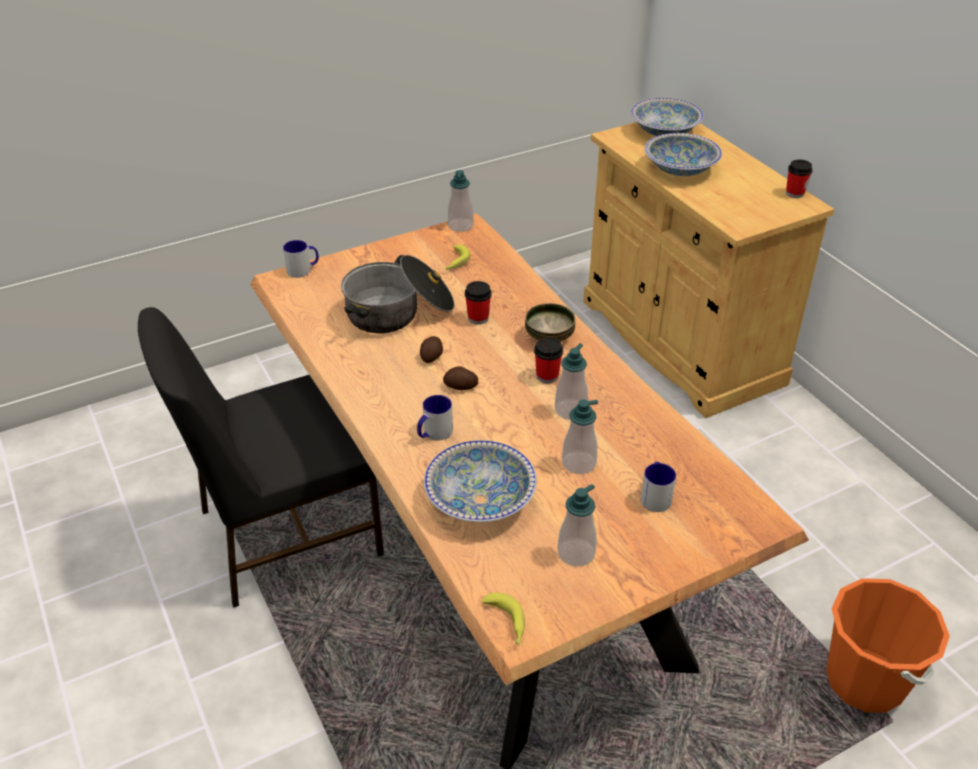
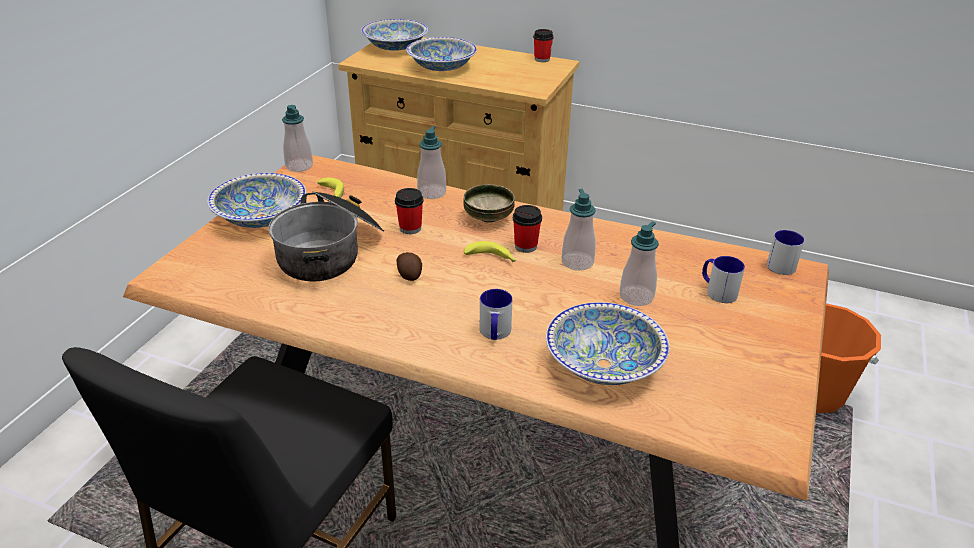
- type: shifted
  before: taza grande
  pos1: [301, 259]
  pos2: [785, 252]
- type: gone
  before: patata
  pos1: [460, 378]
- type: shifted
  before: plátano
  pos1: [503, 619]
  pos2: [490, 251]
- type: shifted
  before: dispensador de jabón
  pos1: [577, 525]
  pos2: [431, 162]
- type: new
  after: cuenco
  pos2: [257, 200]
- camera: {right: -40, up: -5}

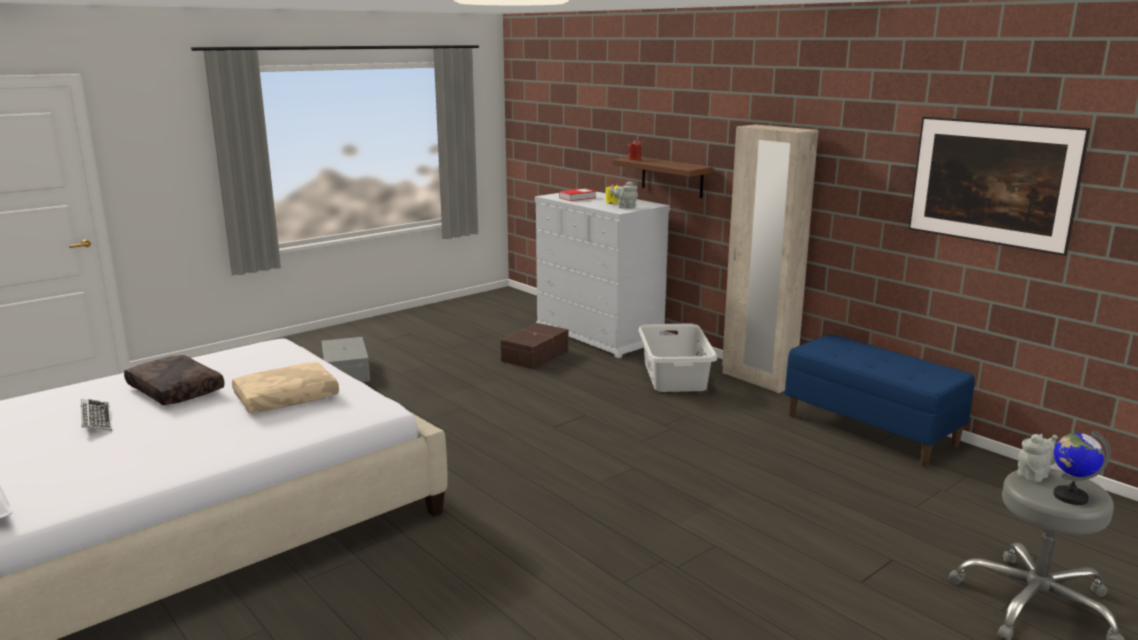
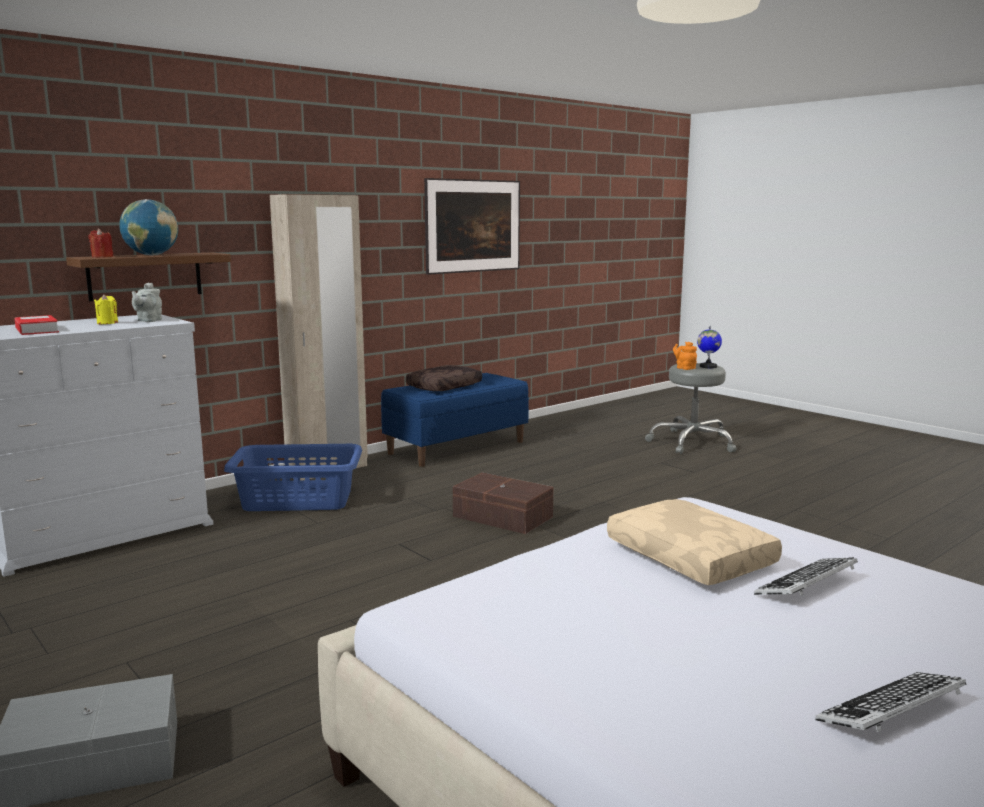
- type: shifted
  before: cojín (marrón)
  pos1: [174, 380]
  pos2: [444, 378]
- type: shifted
  before: caja de almacenaje (marrón)
  pos1: [534, 346]
  pos2: [503, 503]
- type: repainted
  before: cesto de la ropa (gris)
  after: cesto de la ropa (azul)
  pos1: [677, 358]
  pos2: [293, 477]
- type: repainted
  before: tetera (gris)
  after: tetera (naranja)
  pos1: [1037, 458]
  pos2: [685, 356]
- type: new
  after: globo terráqueo
  pos2: [148, 227]
- type: new
  after: teclado
  pos2: [806, 576]
- camera: {right: -90, up: -5}

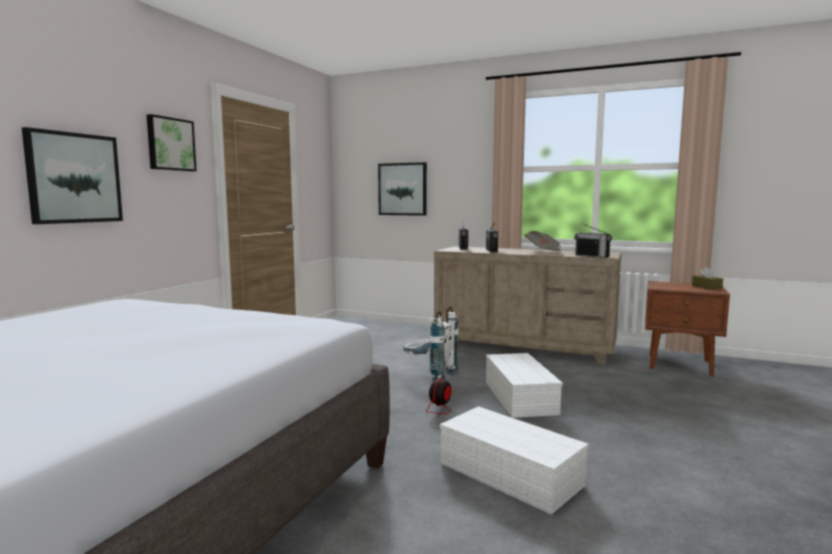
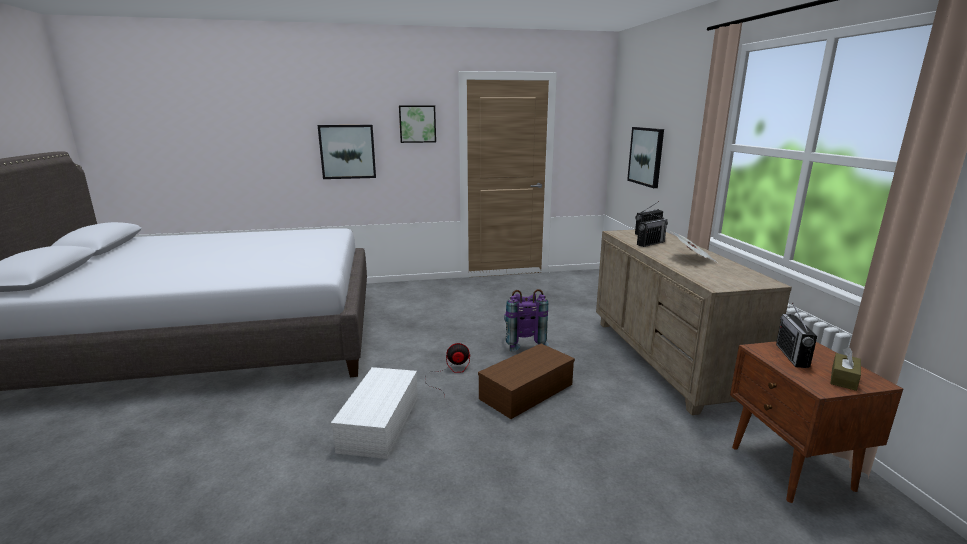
- type: repainted
  before: mochila (blanco)
  after: mochila (morado)
  pos1: [431, 344]
  pos2: [526, 320]
- type: repainted
  before: caja de almacenaje (blanco)
  after: caja de almacenaje (marrón)
  pos1: [524, 385]
  pos2: [526, 381]
- type: shifted
  before: radio
  pos1: [593, 240]
  pos2: [796, 335]
- camera: {right: 55, up: 10}

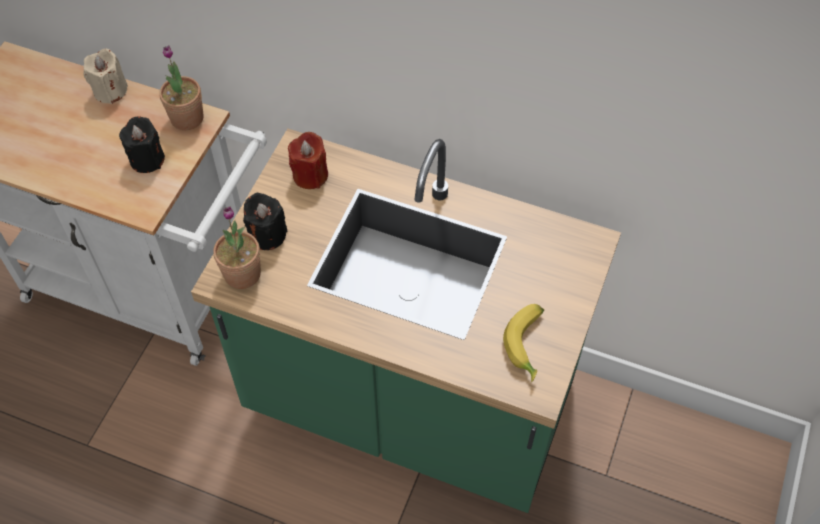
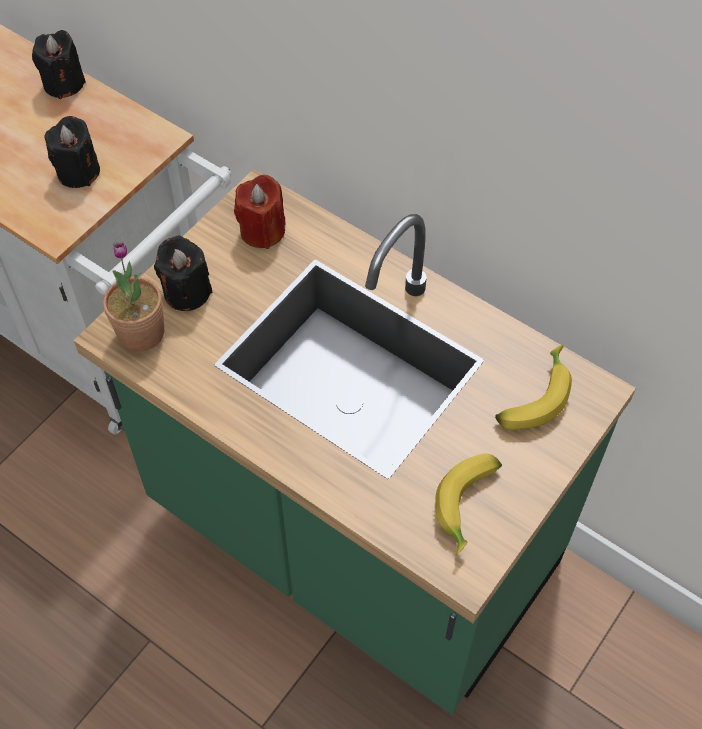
- type: repainted
  before: vela (beis)
  after: vela (negro)
  pos1: [105, 76]
  pos2: [59, 64]
- type: gone
  before: planta en maceta
  pos1: [181, 87]
- type: new
  after: plátano
  pos2: [533, 387]
- camera: {right: 15, up: 0}

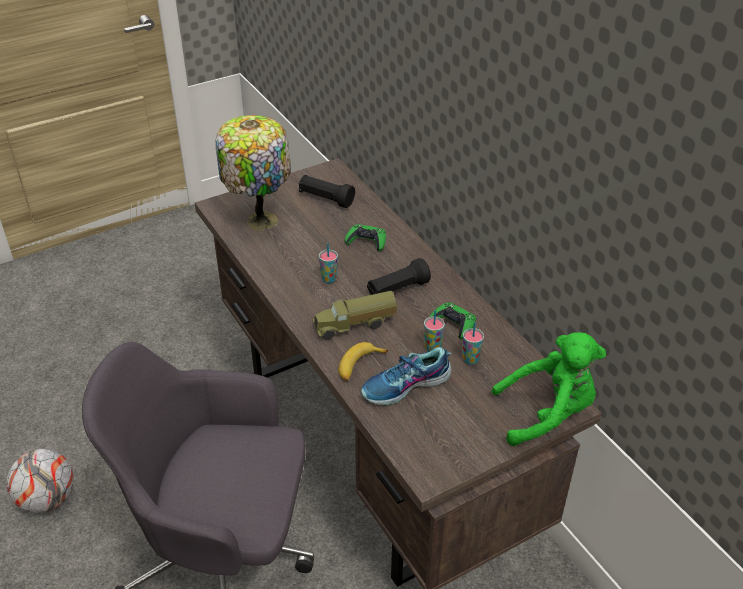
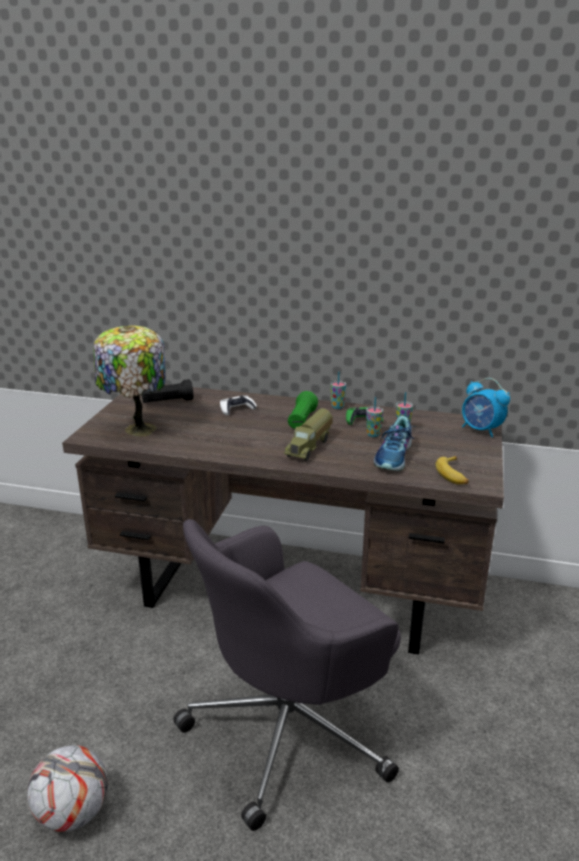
- type: shifted
  before: taza
  pos1: [328, 263]
  pos2: [338, 390]
- type: shifted
  before: plátano
  pos1: [363, 361]
  pos2: [452, 470]
- type: repainted
  before: mando de consola (verde)
  after: mando de consola (blanco)
  pos1: [365, 237]
  pos2: [238, 405]
- type: repainted
  before: linterna (negro)
  after: linterna (verde)
  pos1: [399, 276]
  pos2: [303, 410]
- type: swapped
  before: peluche (verde)
  after: despertador
  pos1: [548, 389]
  pos2: [486, 407]
- camera: {right: -45, up: -15}

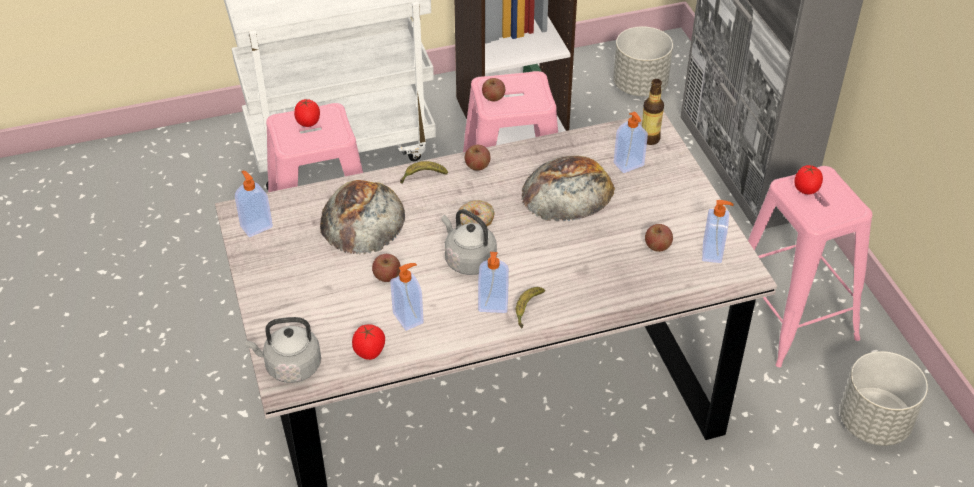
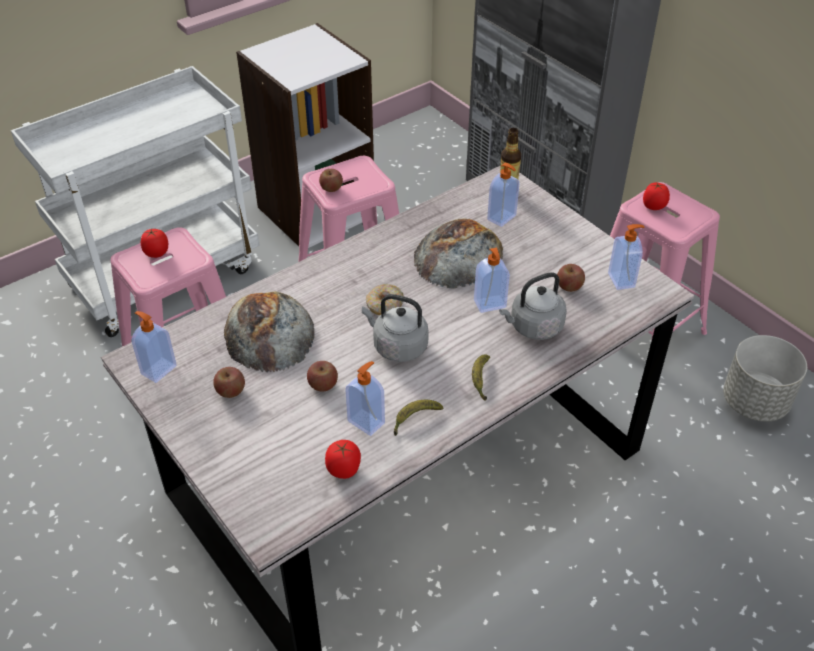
- type: shifted
  before: hervidor (gris)
  pos1: [283, 350]
  pos2: [533, 306]
- type: shifted
  before: plátano
  pos1: [424, 172]
  pos2: [418, 418]
- type: shifted
  before: manzana
  pos1: [478, 158]
  pos2: [229, 382]
- type: shifted
  before: dispensador de jabón
  pos1: [493, 282]
  pos2: [492, 280]
- type: gone
  before: maceta (gris)
  pos1: [643, 61]
- camera: {right: -20, up: 0}

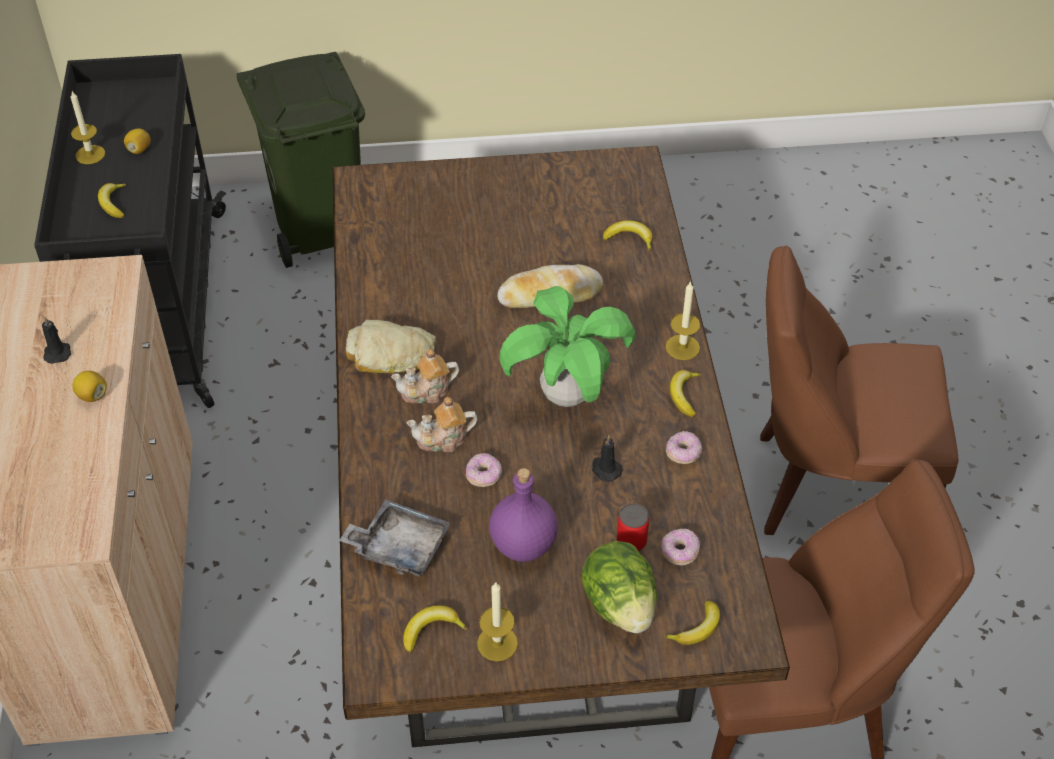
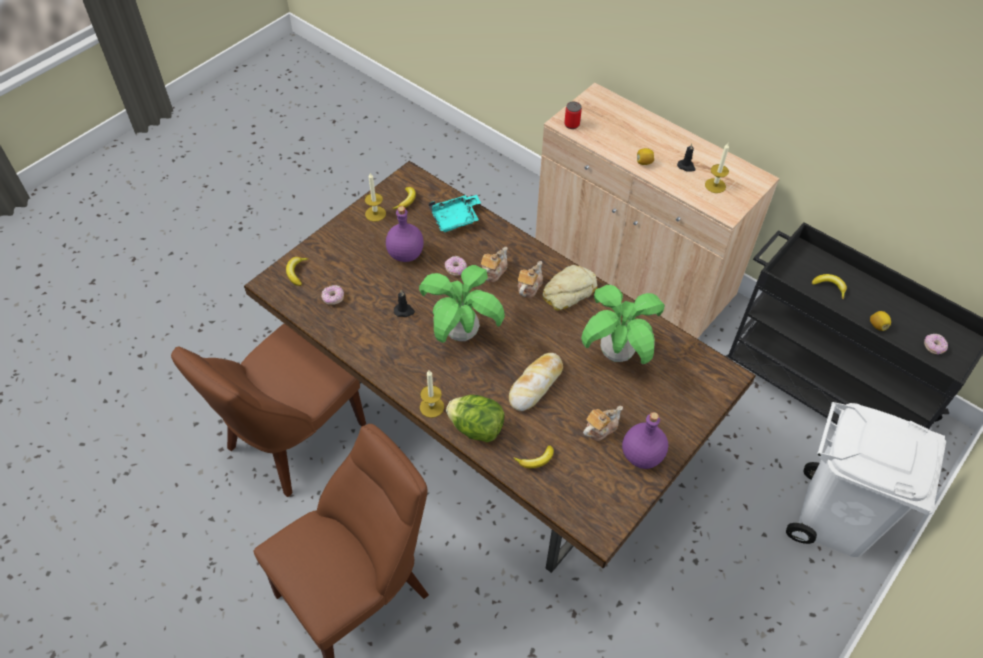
- type: shifted
  before: vela
  pos1: [88, 127]
  pos2: [717, 168]
- type: repainted
  before: papelera (verde)
  after: papelera (blanco)
  pos1: [300, 160]
  pos2: [866, 479]
- type: repainted
  before: bandeja (gris)
  after: bandeja (turquesa)
  pos1: [395, 538]
  pos2: [455, 213]
- type: shifted
  before: lechuga
  pos1: [619, 587]
  pos2: [475, 418]
- type: shifted
  before: lata
  pos1: [633, 527]
  pos2: [573, 115]
- type: shifted
  before: rosquilla
  pos1: [684, 447]
  pos2: [936, 344]
- type: gone
  before: plátano
  pos1: [685, 393]
- type: new
  after: planta en maceta
  pos2: [623, 324]
- type: new
  after: tetera
  pos2: [603, 423]
- type: new
  after: botella (morado)
  pos2: [645, 440]
- camera: {right: 135, up: 5}

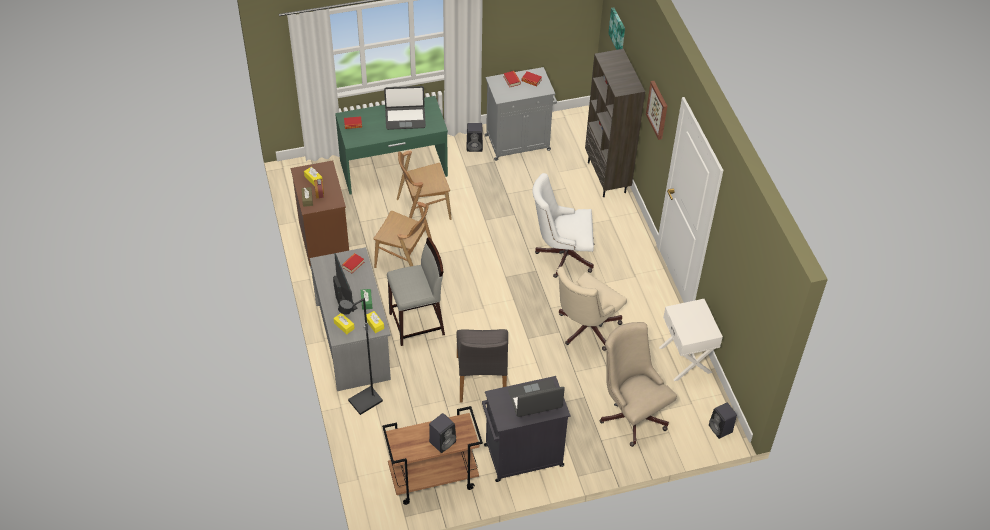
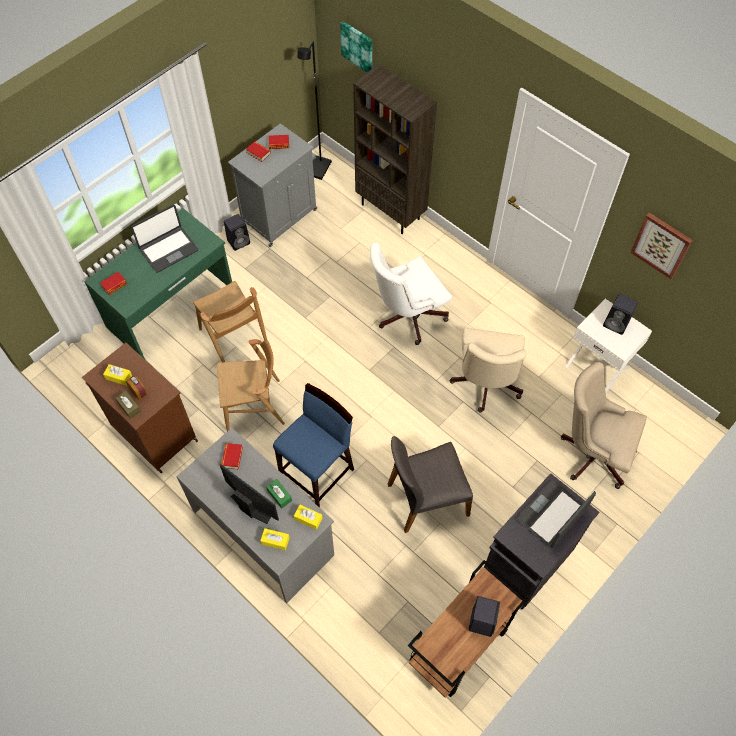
- type: shifted
  before: lámpara de pie (negro)
  pos1: [360, 356]
  pos2: [314, 110]
- type: repainted
  before: taburete (gris)
  after: taburete (azul)
  pos1: [416, 291]
  pos2: [313, 445]
- type: rotated
  before: silla (marrón)
  pos1: [424, 185]
  pos2: [230, 321]
  turn: -75
- type: rotated
  before: silla (gris)
  pos1: [482, 366]
  pos2: [430, 484]
  turn: 105
- type: shifted
  before: cuadro
  pos1: [656, 110]
  pos2: [661, 246]
- type: shifted
  before: altavoz (negro)
  pos1: [723, 421]
  pos2: [620, 314]
- camera: {right: -30, up: 10}

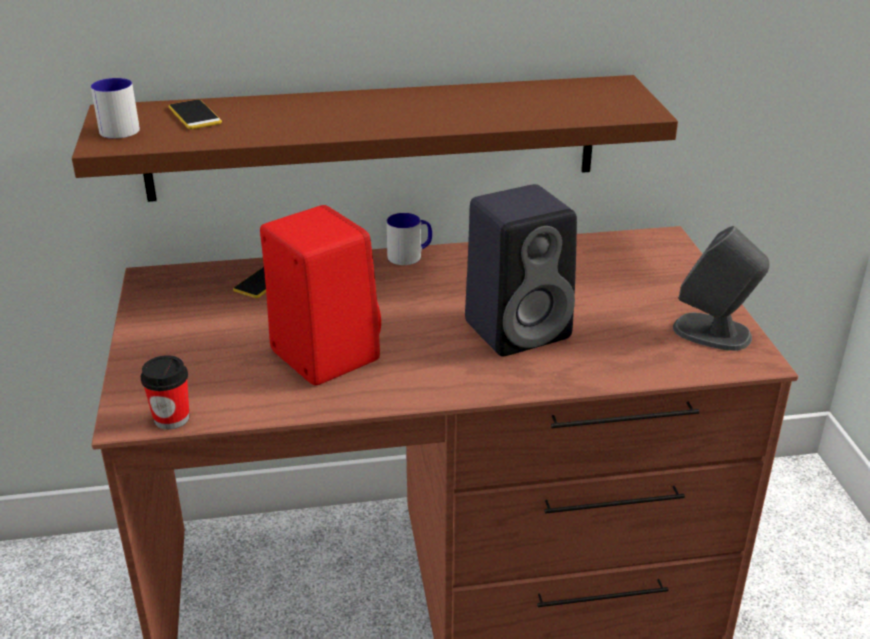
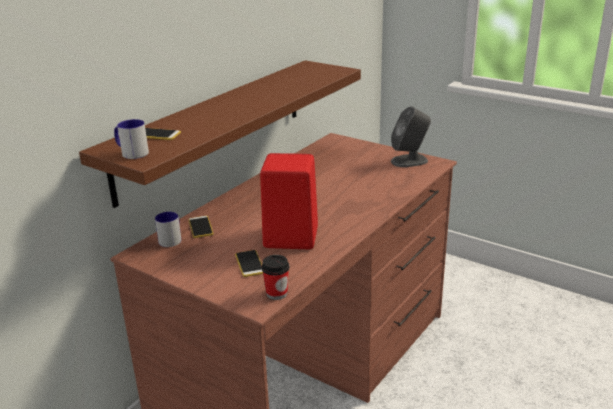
- type: shifted
  before: taza grande
  pos1: [409, 239]
  pos2: [168, 229]
- type: gone
  before: altavoz (negro)
  pos1: [521, 270]
- type: new
  after: móvil
  pos2: [249, 263]
- camera: {right: -45, up: -5}

